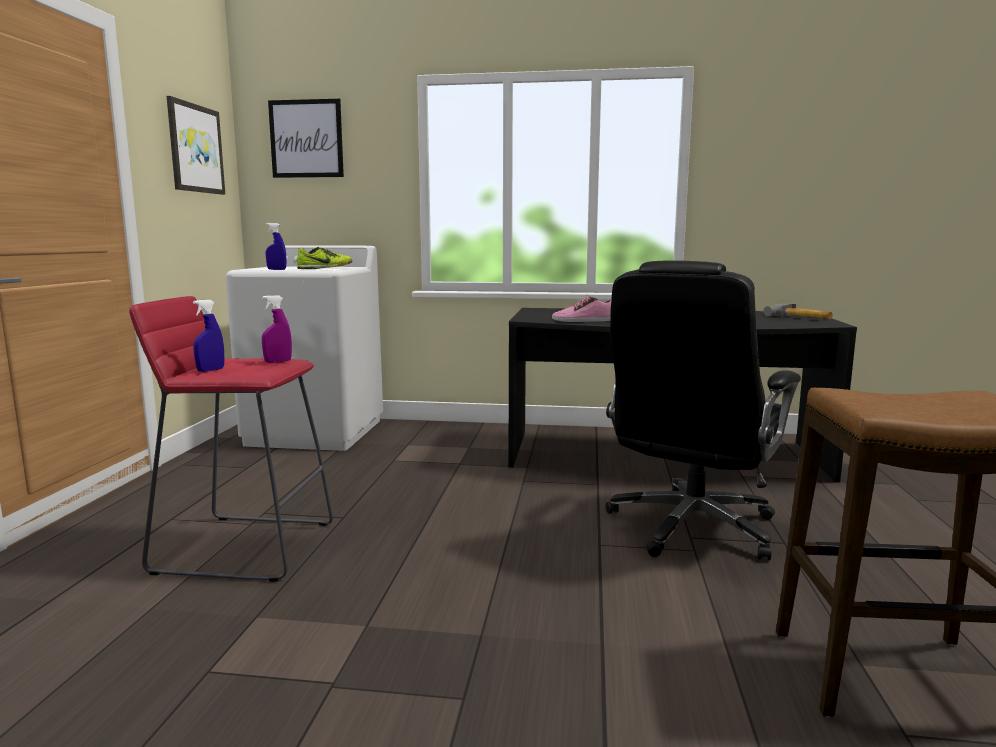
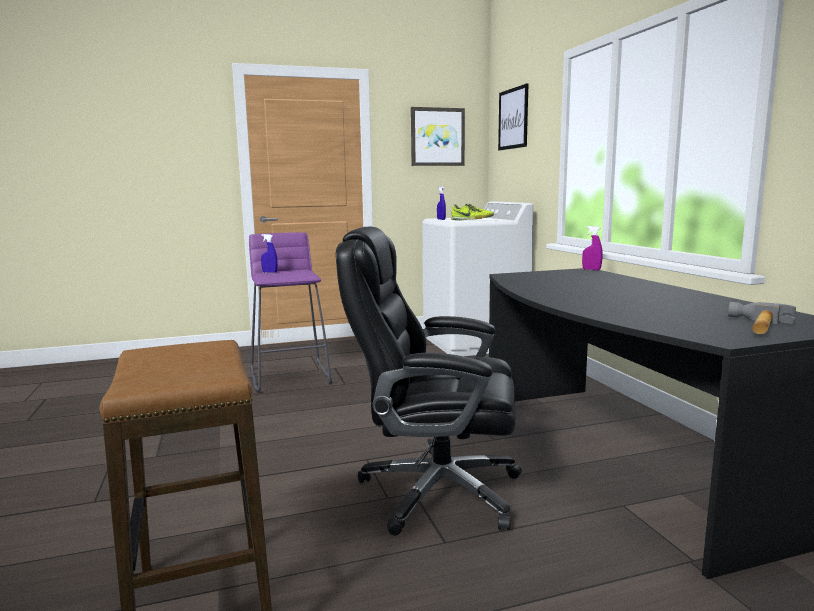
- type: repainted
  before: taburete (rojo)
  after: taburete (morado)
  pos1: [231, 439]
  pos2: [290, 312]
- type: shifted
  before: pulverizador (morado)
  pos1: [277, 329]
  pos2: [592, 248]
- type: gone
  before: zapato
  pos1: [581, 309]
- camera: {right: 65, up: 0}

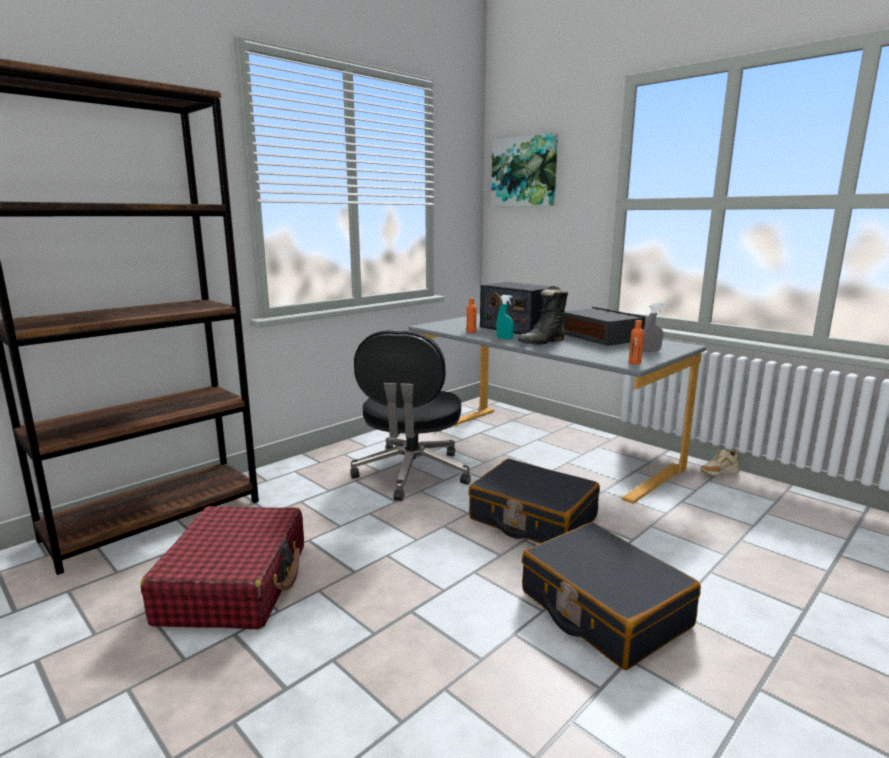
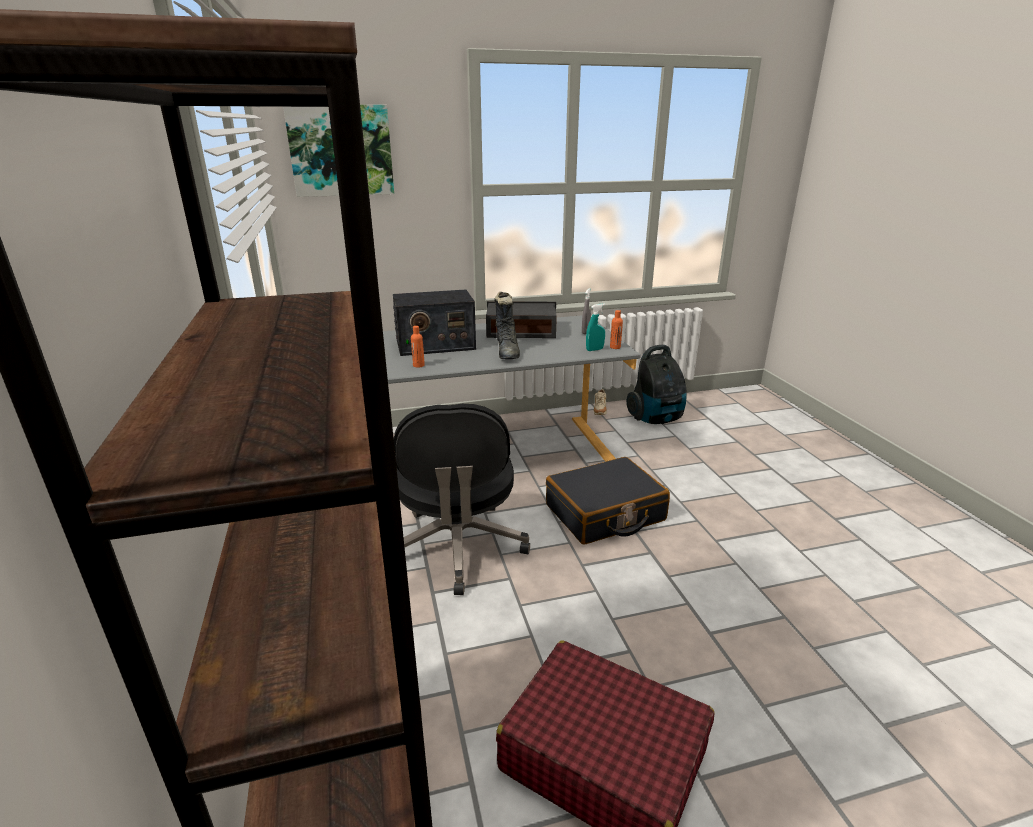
- type: rotated
  before: silla de oficina (negro)
  pos1: [410, 415]
  pos2: [462, 499]
  turn: 45
- type: shifted
  before: pulverizador (turquesa)
  pos1: [505, 317]
  pos2: [595, 327]
- type: gone
  before: maleta (negro)
  pos1: [611, 596]
- type: new
  after: aspiradora
  pos2: [656, 384]
- camera: {right: -60, up: 10}

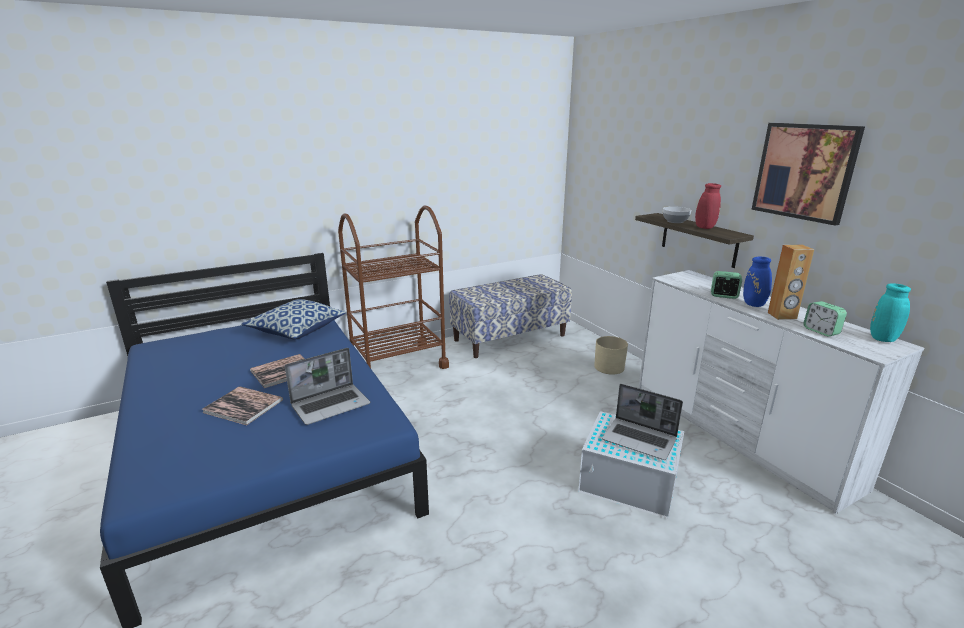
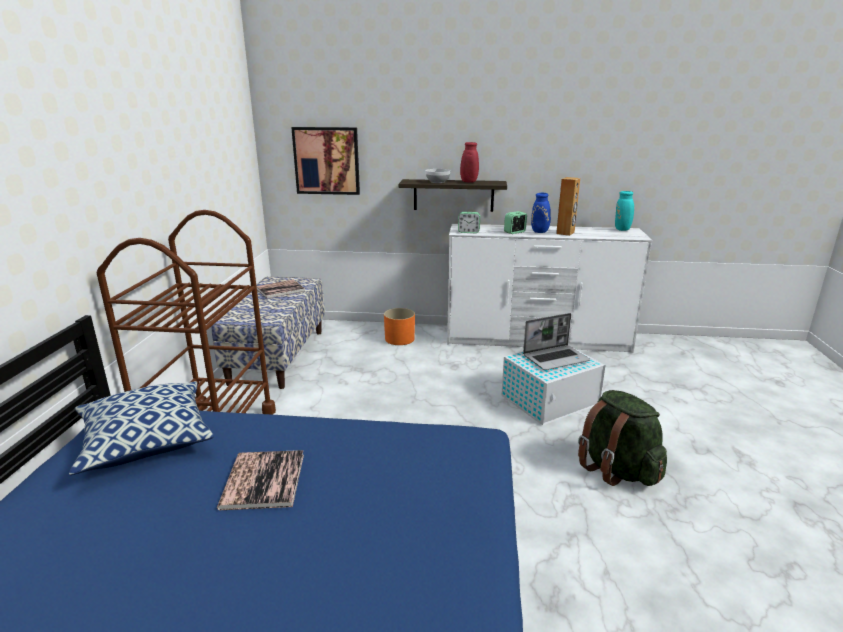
- type: shifted
  before: libro
  pos1: [242, 405]
  pos2: [281, 289]
- type: gone
  before: portátil
  pos1: [327, 386]
- type: repainted
  before: maceta (beis)
  after: maceta (naranja)
  pos1: [611, 355]
  pos2: [399, 326]
- type: shifted
  before: cuadro
  pos1: [808, 174]
  pos2: [325, 161]
- type: shifted
  before: despertador
  pos1: [825, 318]
  pos2: [469, 222]
- type: new
  after: mochila (verde)
  pos2: [622, 438]
- camera: {right: -55, up: 0}

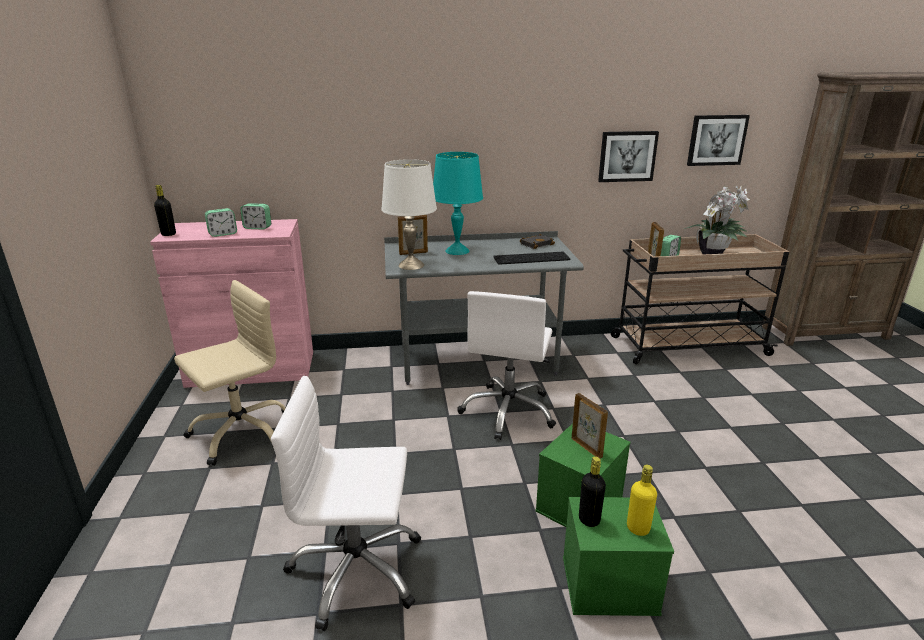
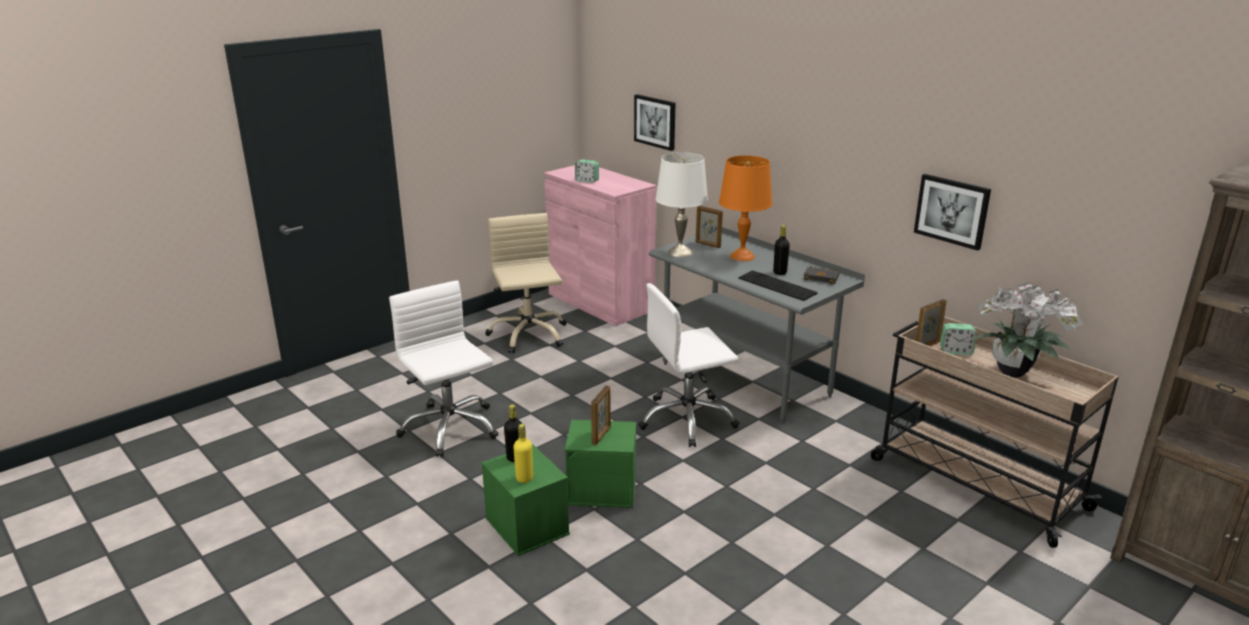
- type: shifted
  before: botella (negro)
  pos1: [165, 210]
  pos2: [781, 250]
- type: rotated
  before: silla de oficina (beis)
  pos1: [230, 373]
  pos2: [526, 283]
  turn: -120
- type: gone
  before: despertador
  pos1: [255, 216]
- type: repainted
  before: lámpara de mesa (turquesa)
  after: lámpara de mesa (naranja)
  pos1: [458, 203]
  pos2: [745, 208]
- type: shifted
  before: cuadro
  pos1: [718, 140]
  pos2: [655, 122]
- camera: {right: 55, up: 0}

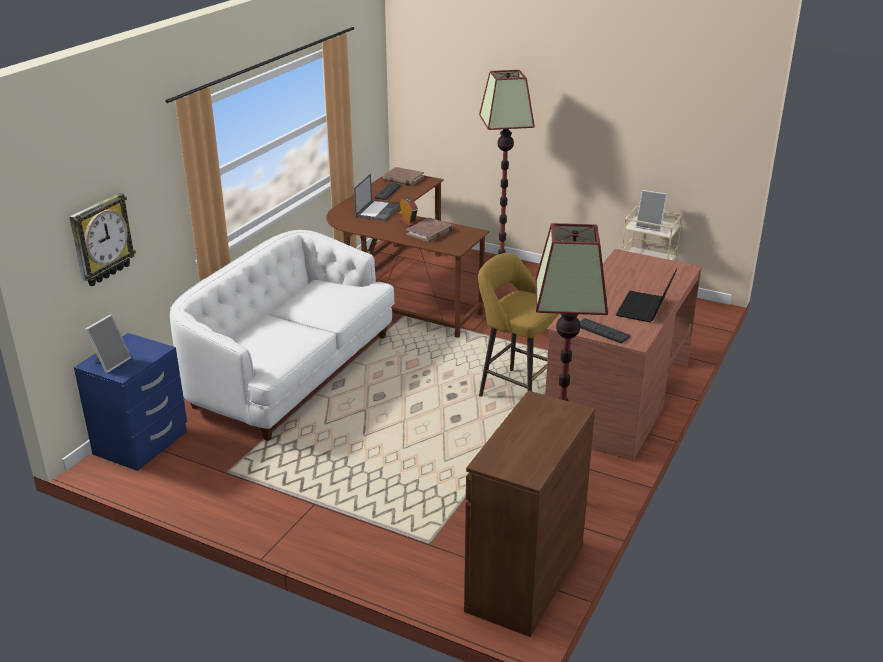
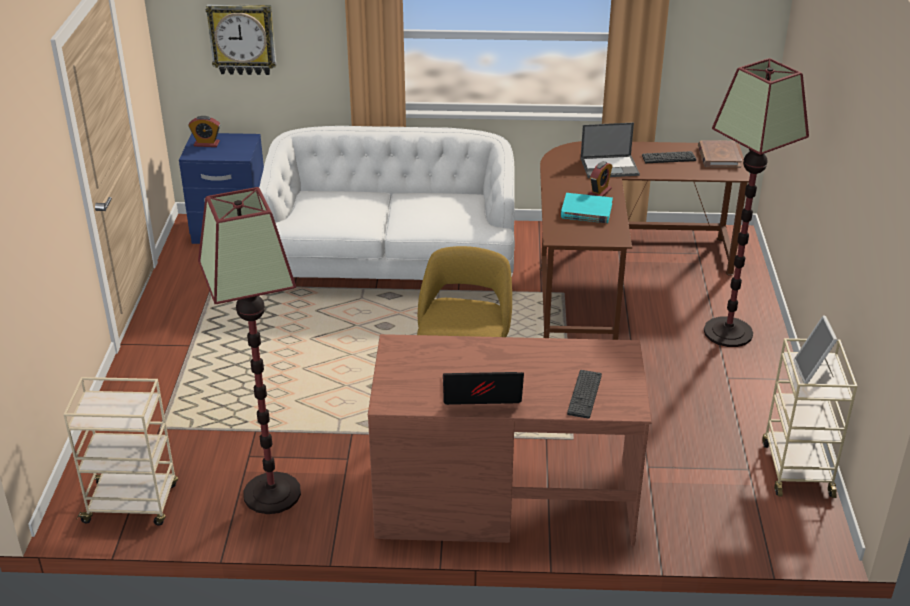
- type: swapped
  before: portarretratos
  after: despertador
  pos1: [108, 344]
  pos2: [204, 131]
- type: repainted
  before: libro (marrón)
  after: libro (turquesa)
  pos1: [429, 230]
  pos2: [587, 208]
- type: swapped
  before: armario (marrón)
  after: carrito (beis)
  pos1: [529, 513]
  pos2: [120, 451]
- type: shifted
  before: teclado
  pos1: [605, 331]
  pos2: [584, 394]
- camera: {right: 65, up: 5}

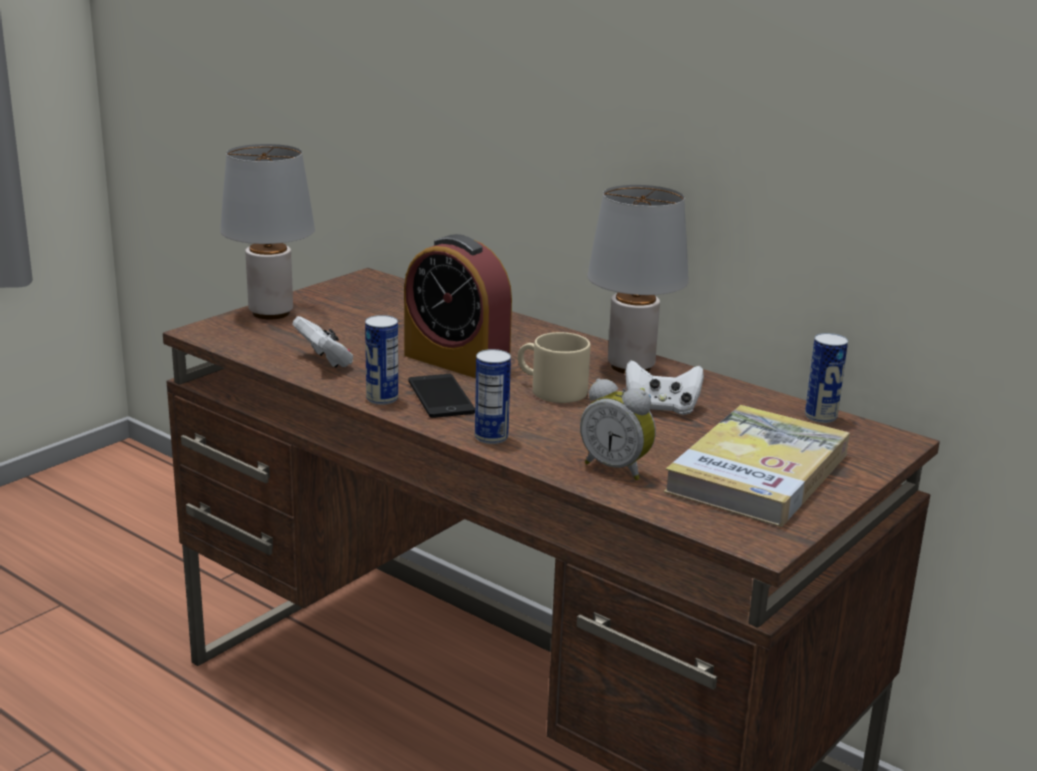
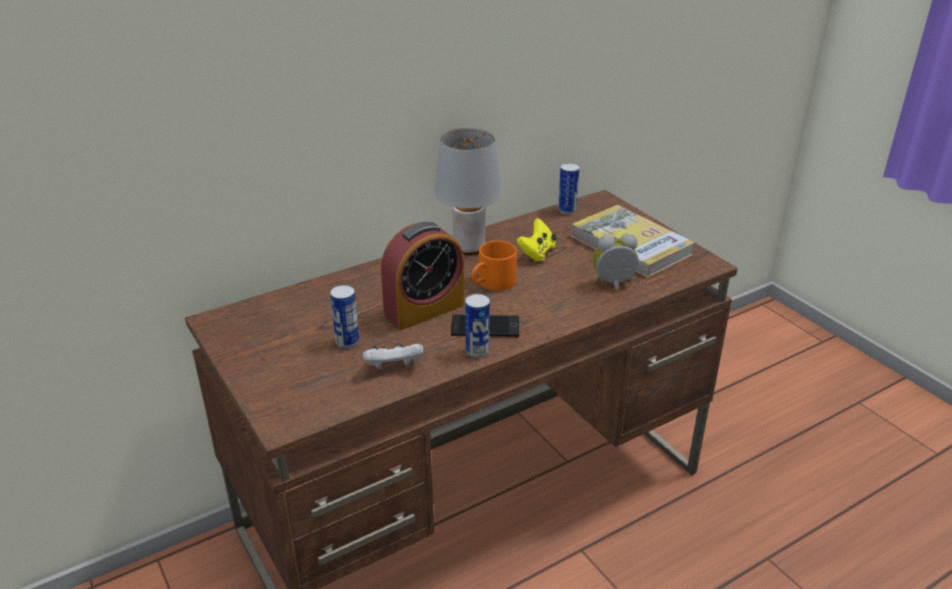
- type: gone
  before: lámpara de mesa (gris)
  pos1: [267, 232]
- type: shifted
  before: lata
  pos1: [493, 396]
  pos2: [344, 317]
- type: repainted
  before: taza grande (beis)
  after: taza grande (naranja)
  pos1: [554, 367]
  pos2: [494, 266]
- type: rotated
  before: despertador
  pos1: [618, 429]
  pos2: [616, 262]
  turn: -150
- type: repainted
  before: mando de consola (blanco)
  after: mando de consola (amarillo)
  pos1: [664, 387]
  pos2: [536, 239]
- camera: {right: -70, up: 10}

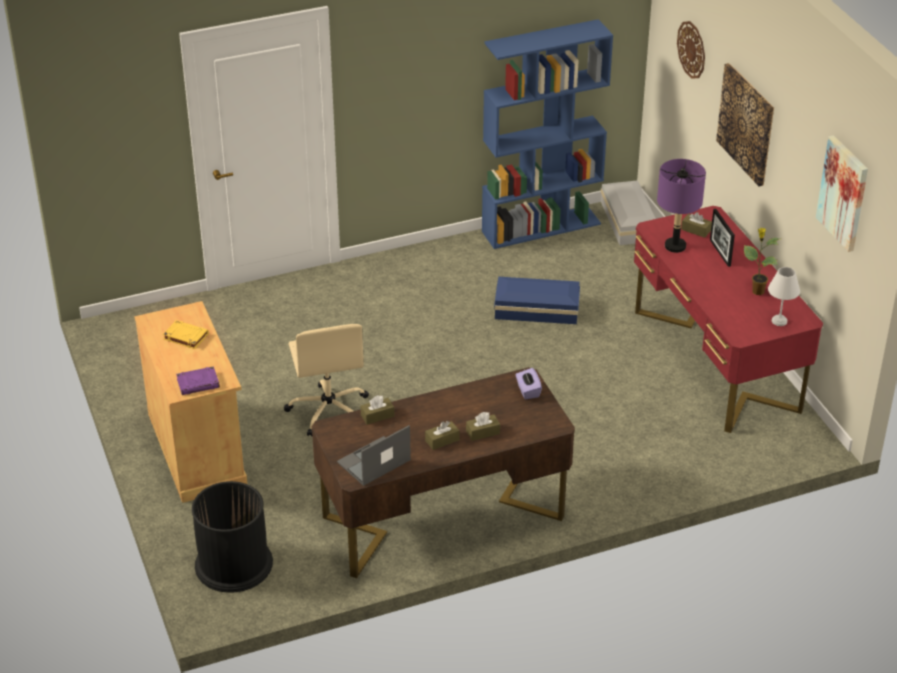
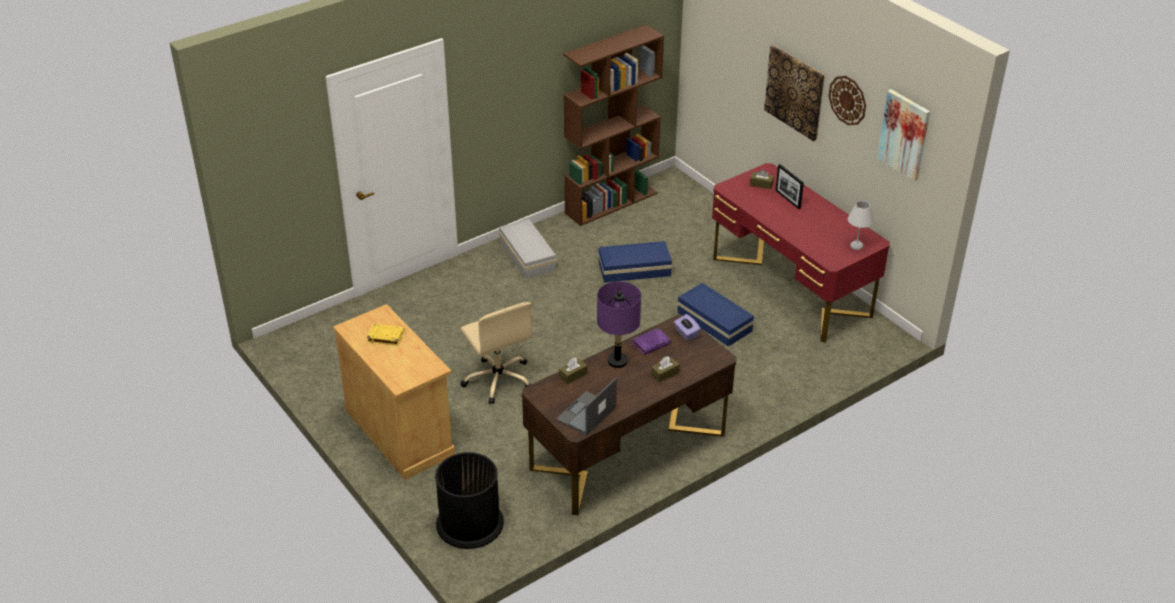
- type: shifted
  before: libro (morado)
  pos1: [198, 380]
  pos2: [651, 341]
- type: gone
  before: caja de pañuelos (marrón)
  pos1: [442, 435]
- type: repainted
  before: estantería (azul)
  after: estantería (marrón)
  pos1: [547, 134]
  pos2: [613, 125]
- type: shifted
  before: caja de almacenaje (blanco)
  pos1: [628, 212]
  pos2: [528, 249]
- type: shifted
  before: lámpara de mesa (morado)
  pos1: [681, 206]
  pos2: [619, 324]
- type: shifted
  before: reloj de pared
  pos1: [691, 50]
  pos2: [847, 100]
- type: gone
  before: planta en maceta
  pos1: [761, 261]
- type: new
  after: caja de almacenaje (azul)
  pos2: [716, 315]
- camera: {right: -15, up: 0}

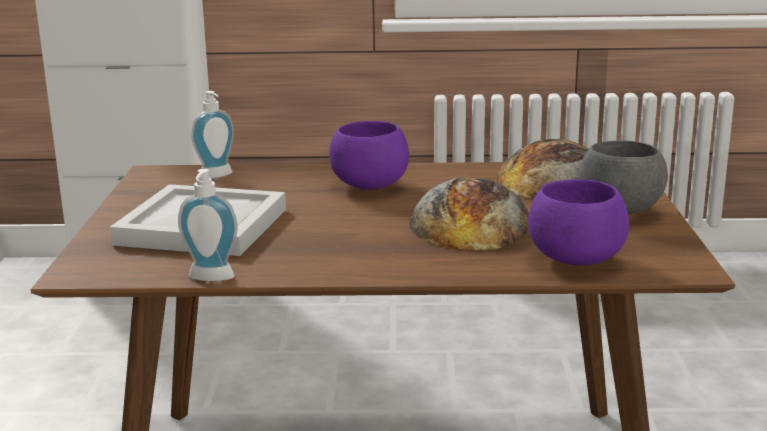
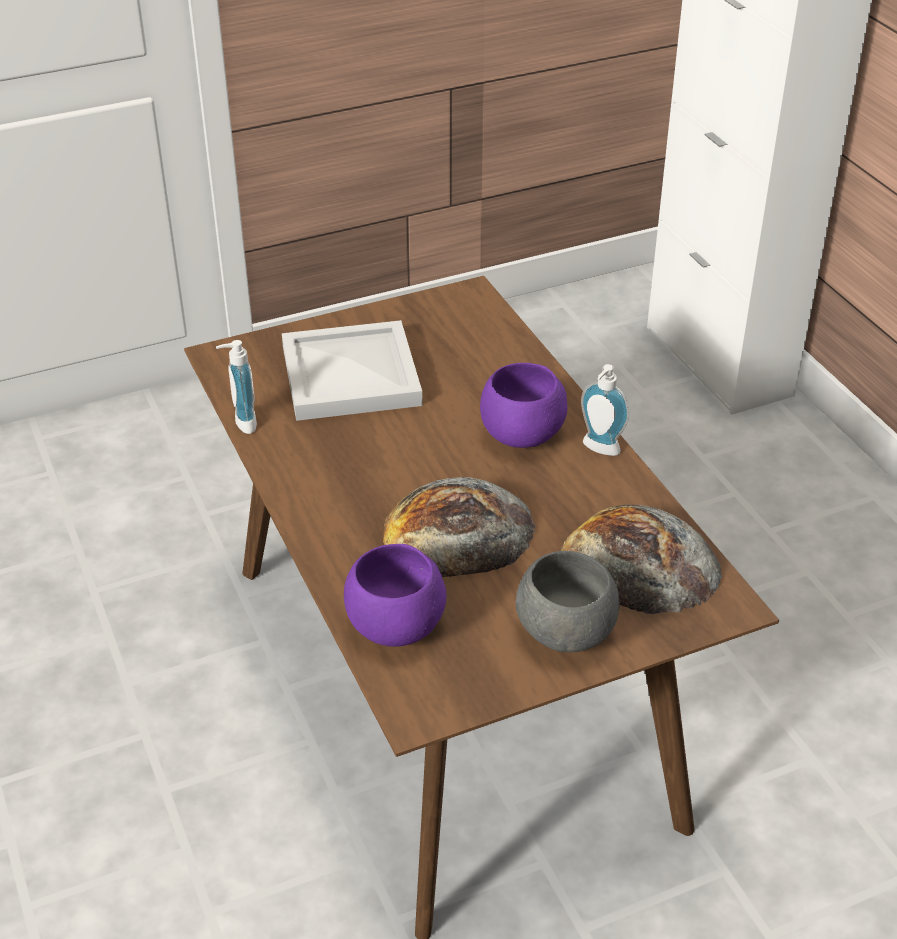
- type: shifted
  before: dispensador de jabón
  pos1: [212, 134]
  pos2: [605, 410]
- camera: {right: 65, up: 20}

